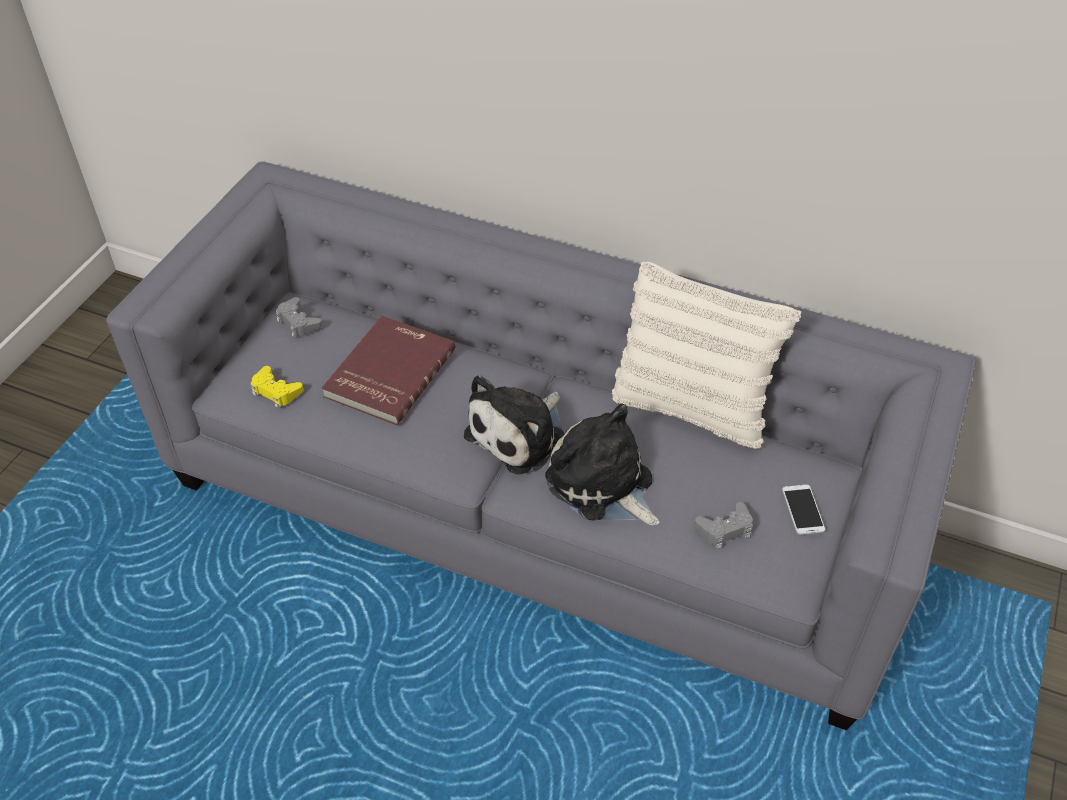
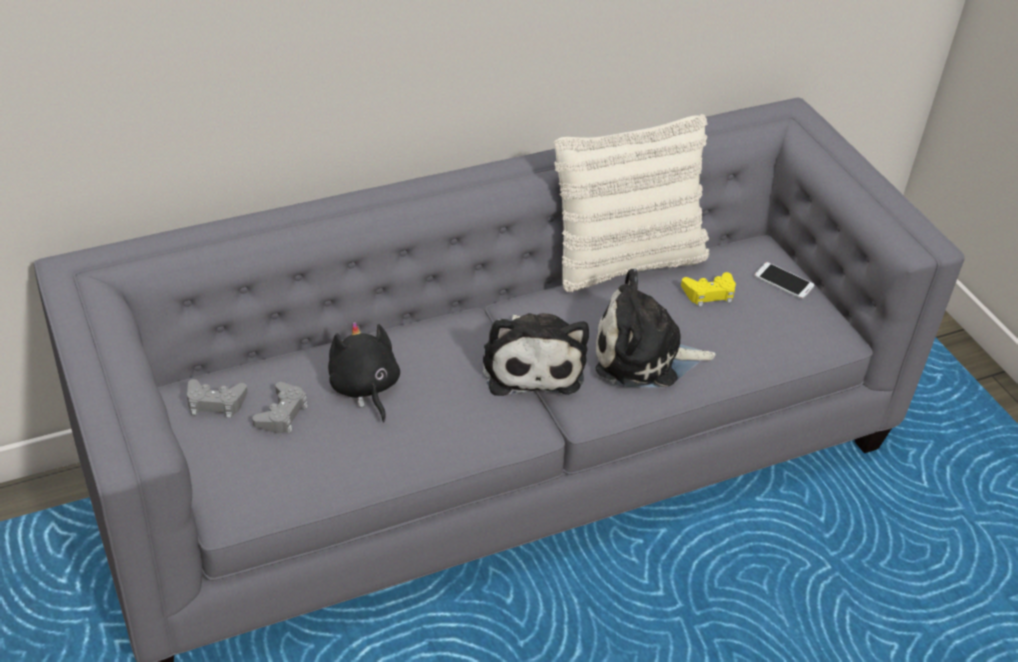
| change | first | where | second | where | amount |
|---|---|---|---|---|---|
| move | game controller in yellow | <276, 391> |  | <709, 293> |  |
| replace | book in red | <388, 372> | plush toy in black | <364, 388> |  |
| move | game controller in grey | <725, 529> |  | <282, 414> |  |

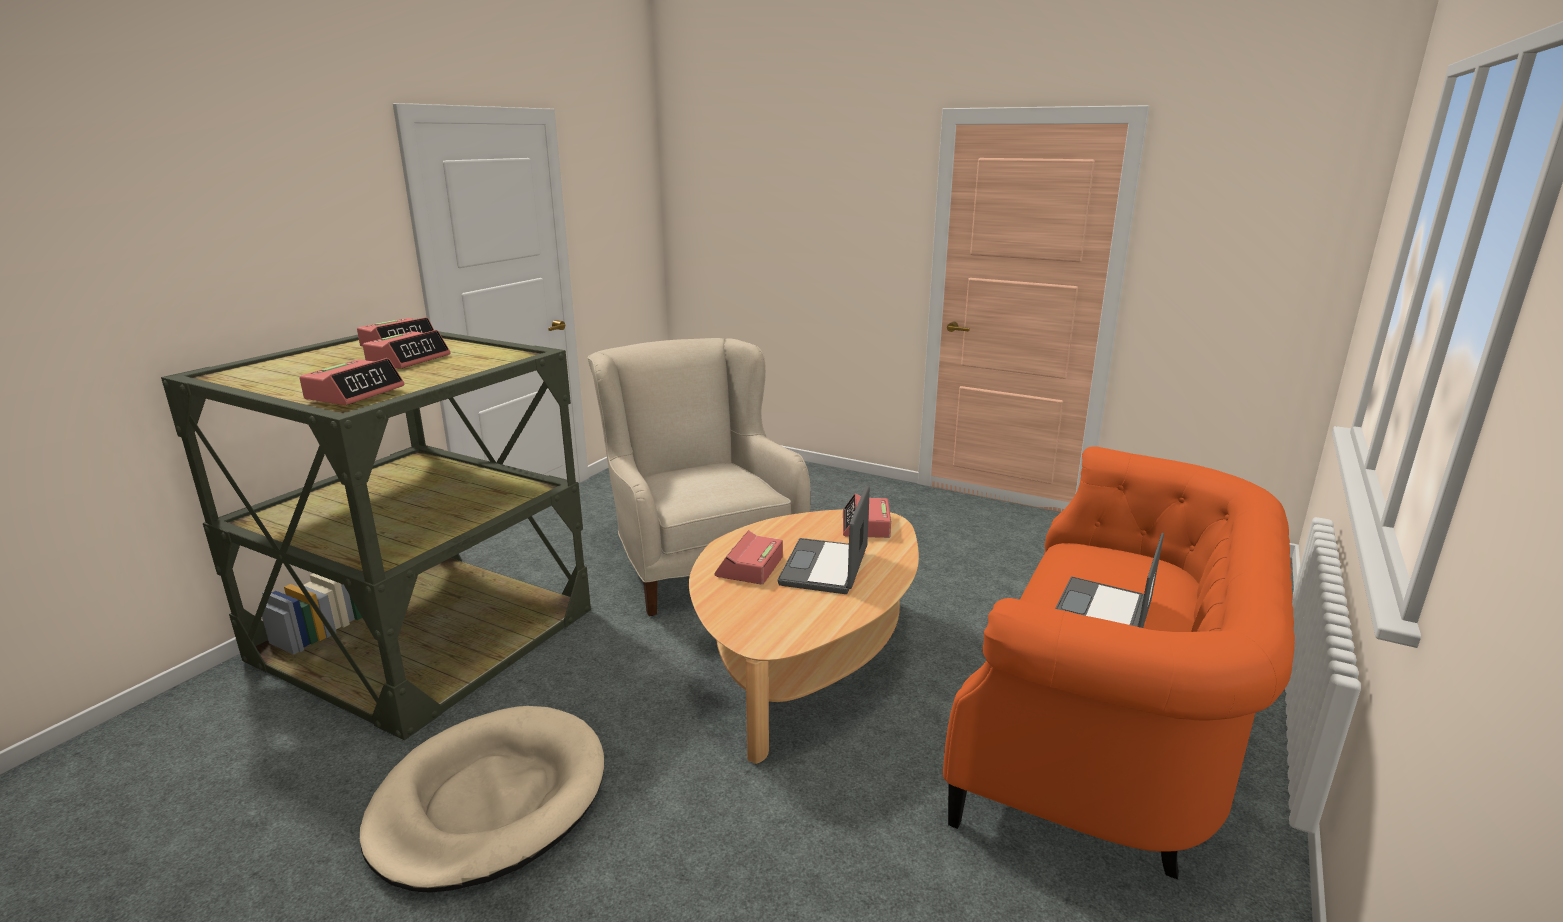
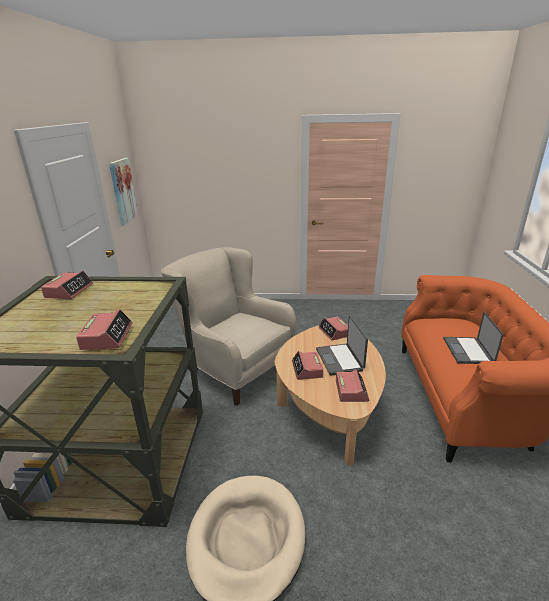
| change | first | where | second | where | amount |
|---|---|---|---|---|---|
| move | alarm clock | <409, 359> |  | <351, 390> |  |
| insert |  |  | picture | <122, 191> |  |

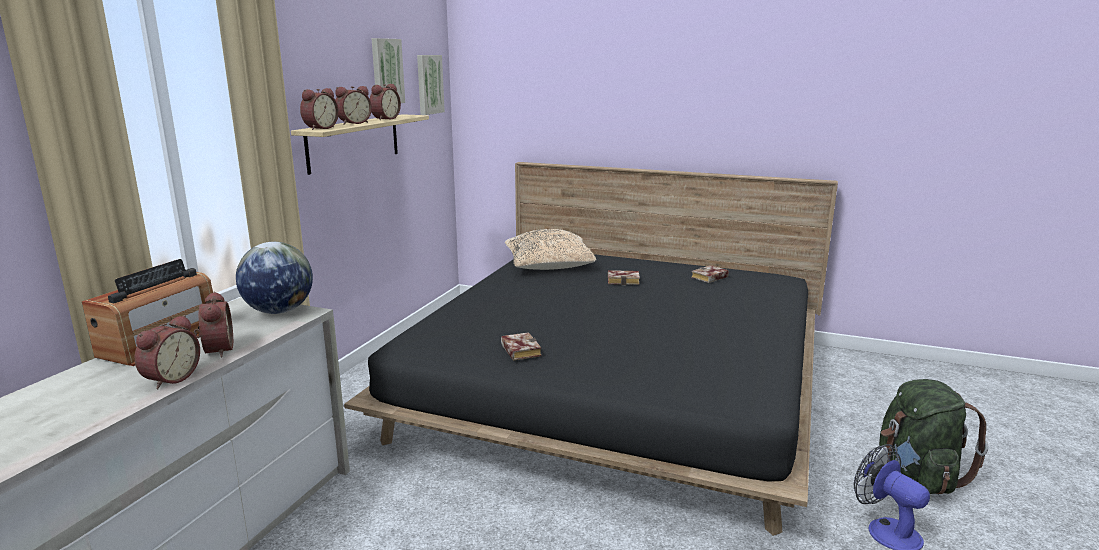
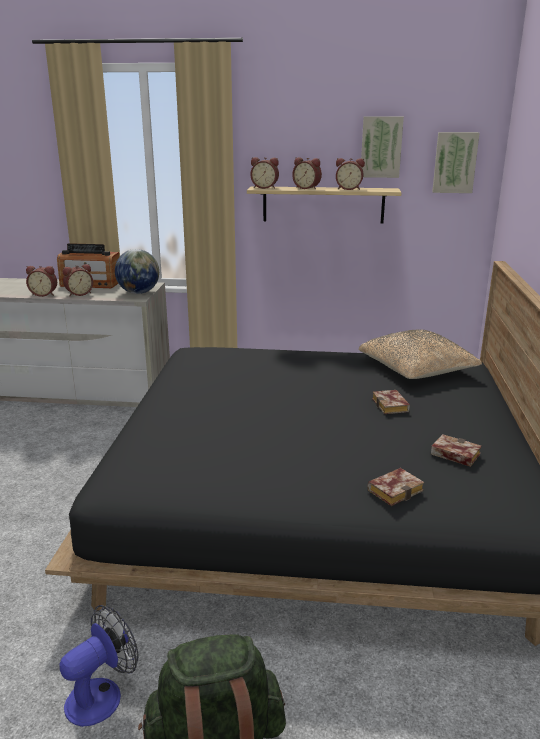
| change | first | where | second | where | amount |
|---|---|---|---|---|---|
| move | book | <519, 350> |  | <395, 489> |  |

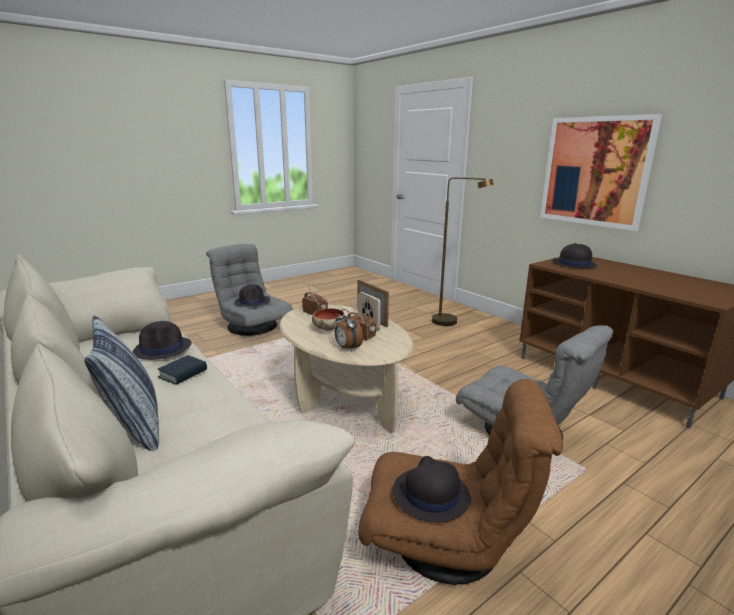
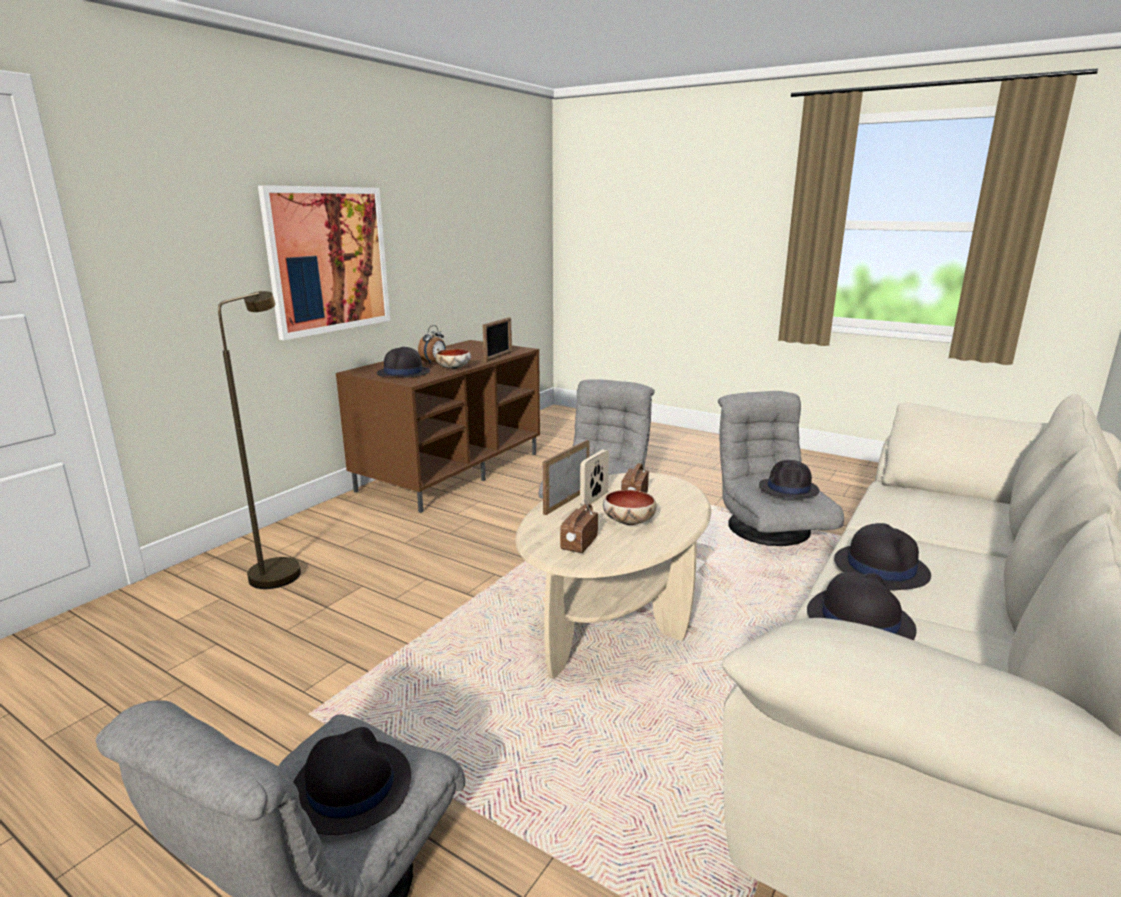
| change | first | where | second | where | amount |
|---|---|---|---|---|---|
| delete | pillow | <134, 426> |  |  |  |
| replace | book | <183, 374> | hat in black | <880, 567> |  |
| move | alarm clock | <347, 348> |  | <434, 363> |  |
| recolor | armchair in brown | <444, 542> | armchair in grey | <771, 529> |  |
| insert |  |  | bowl | <454, 368> |  |
| insert |  |  | picture frame | <498, 357> |  |

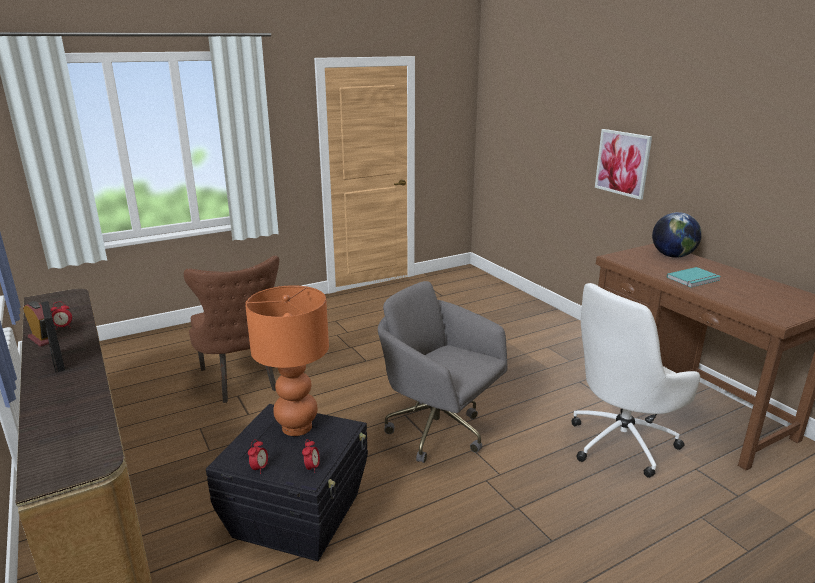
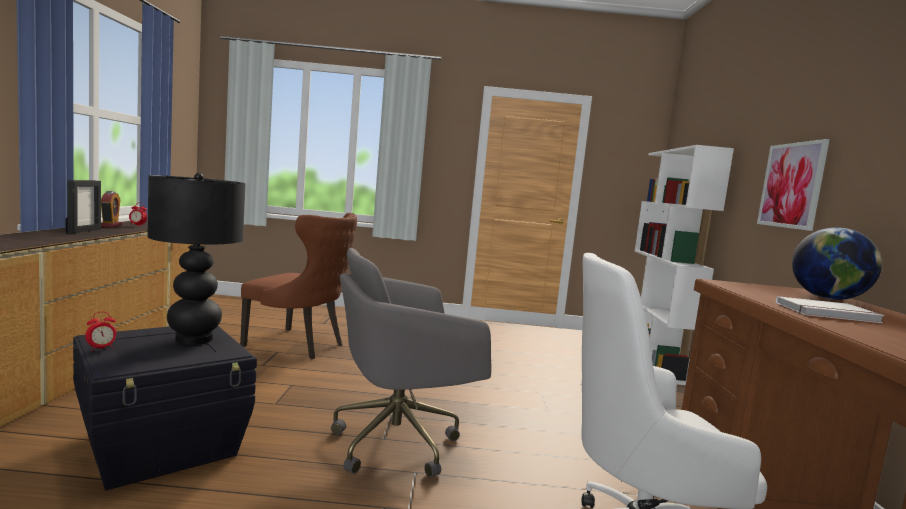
| change | first | where | second | where | amount |
|---|---|---|---|---|---|
| rotate | chair in brown | <243, 380> |  | <299, 345> | 75 degrees counterclockwise |
| recolor | table lamp in orange | <297, 427> | table lamp in black | <193, 339> |  |
| delete | alarm clock | <312, 468> |  |  |  |
| rotate | office chair in grey | <440, 434> |  | <401, 444> | 90 degrees counterclockwise |
| recolor | book in turquoise | <694, 279> | book in white | <828, 313> |  |
| insert |  |  | bookcase in white | <654, 363> |  |

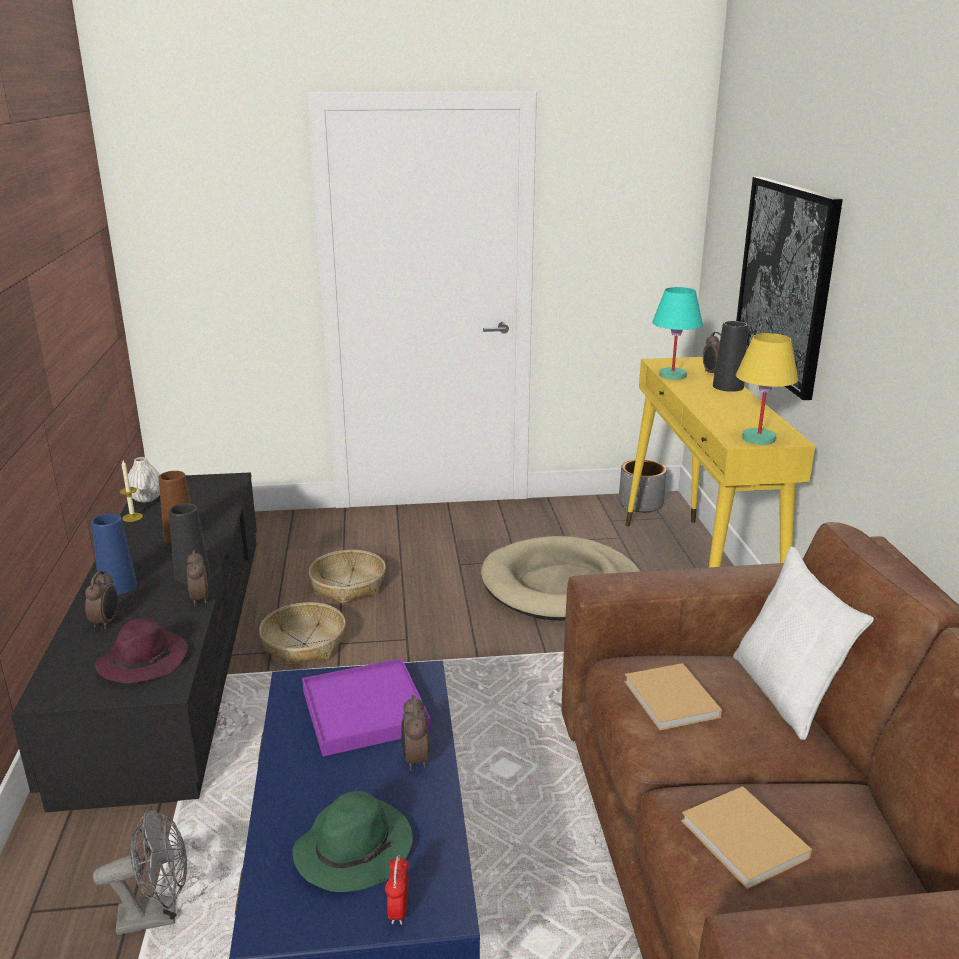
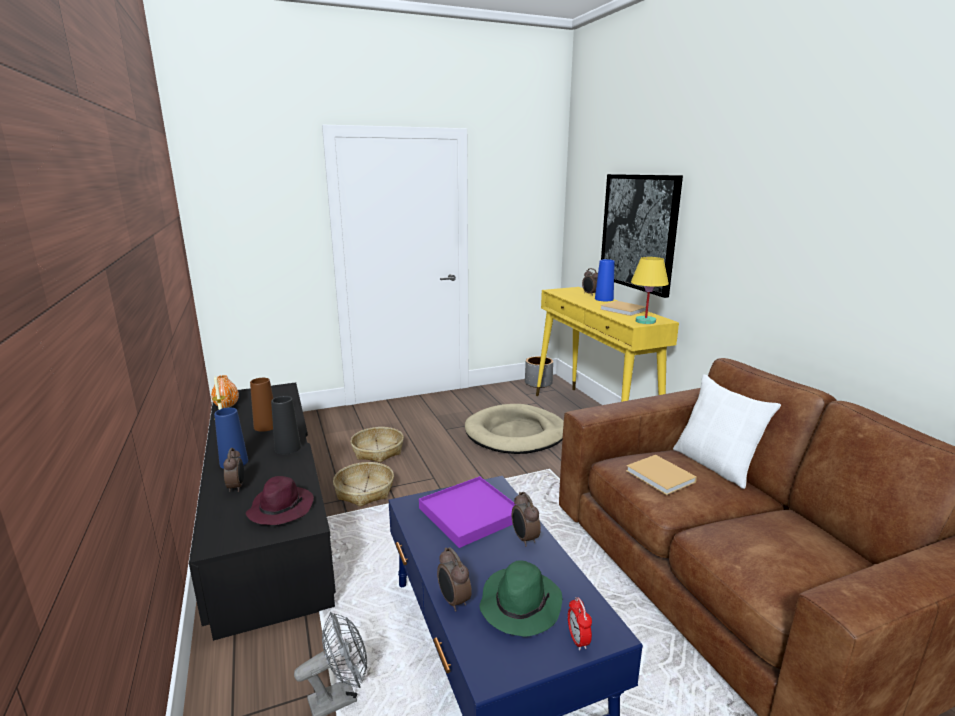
| change | first | where | second | where | amount |
|---|---|---|---|---|---|
| recolor | vase in white | <147, 498> | vase in orange | <226, 405> |  |
| move | alarm clock | <199, 599> |  | <453, 601> |  |
| delete | table lamp in turquoise | <673, 375> |  |  |  |
| move | book in beige | <746, 841> |  | <624, 310> |  |
| recolor | vase in black | <728, 386> | vase in blue | <604, 299> |  |

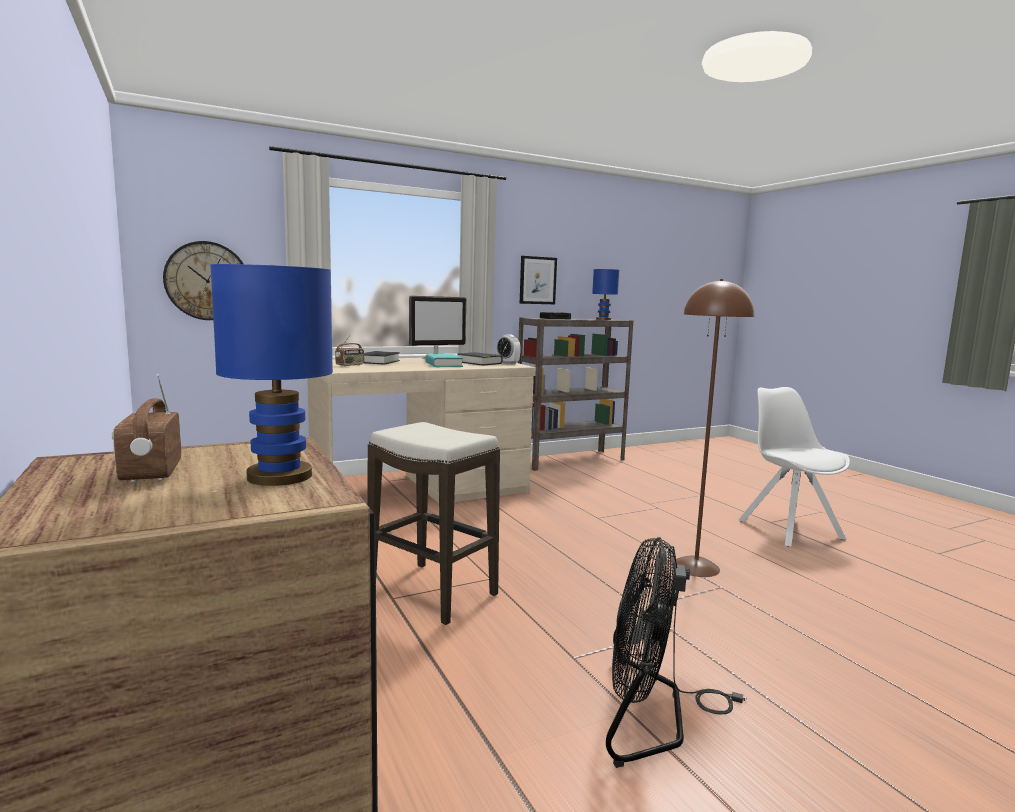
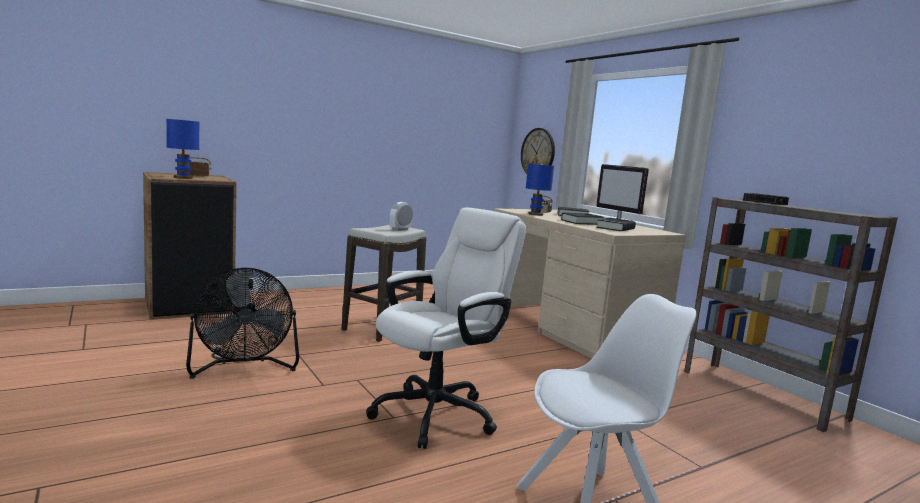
| change | first | where | second | where | amount |
|---|---|---|---|---|---|
| recolor | book in turquoise | <443, 364> | book in black | <581, 222> |  |
| move | alarm clock | <508, 363> |  | <400, 229> |  |
| delete | picture | <537, 280> |  |  |  |
| move | table lamp in blue | <603, 319> |  | <536, 214> |  |
| rotate | fan in black | <653, 709> |  | <240, 367> | 150 degrees clockwise |
| replace | floor lamp in brown | <695, 566> | office chair in white | <438, 414> |  |

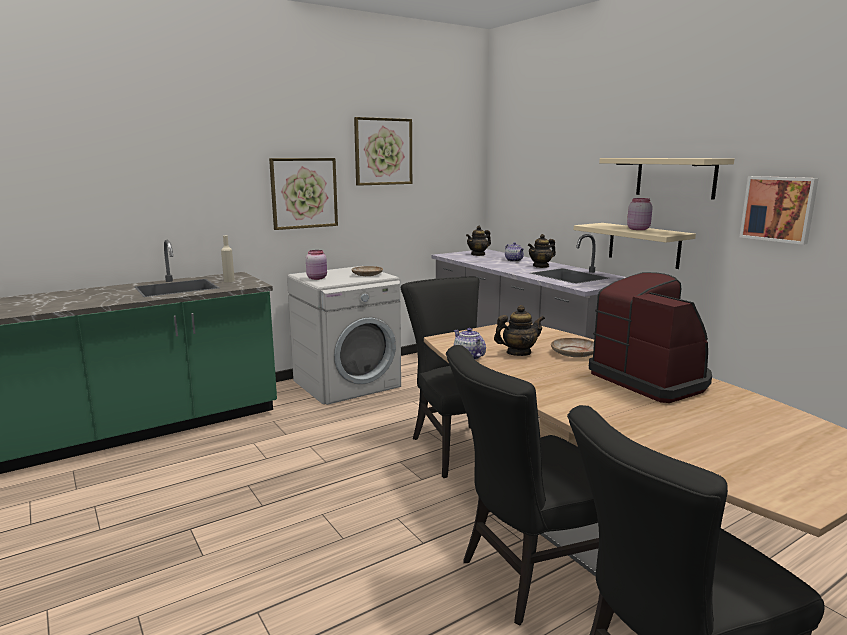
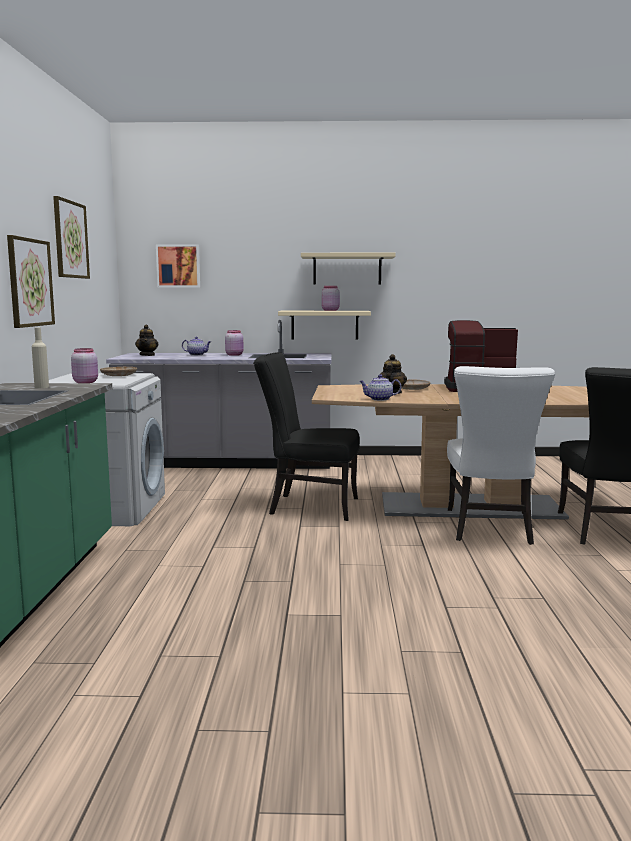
| change | first | where | second | where | amount |
|---|---|---|---|---|---|
| recolor | chair in black | <530, 575> | chair in white | <490, 530> |  |
| replace | teapot | <541, 266> | jar in pink | <235, 355> |  |
| move | picture | <779, 209> |  | <178, 266> |  |

